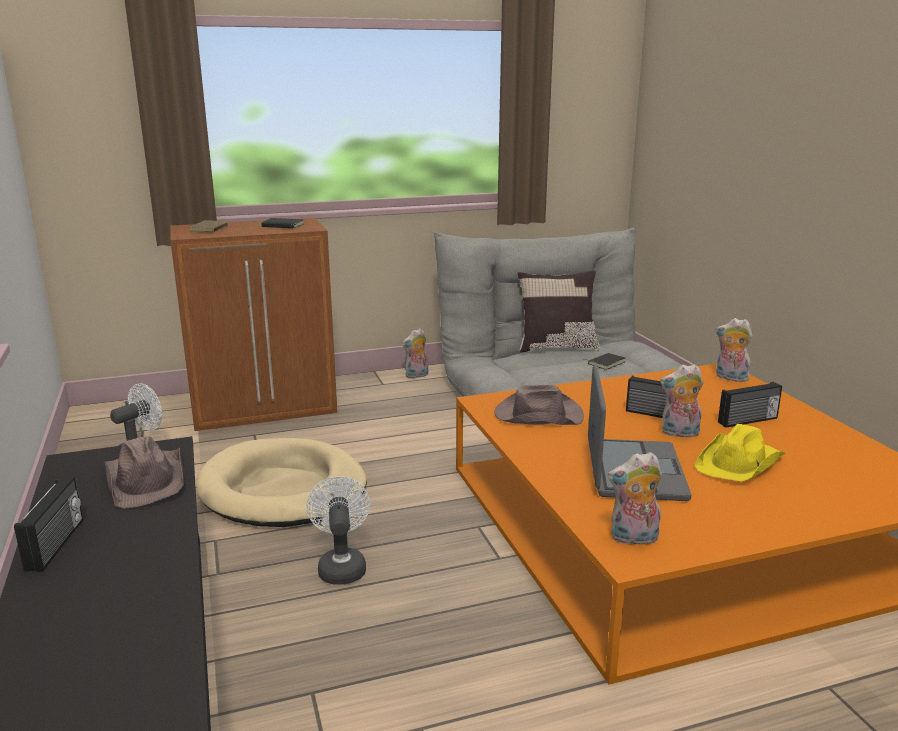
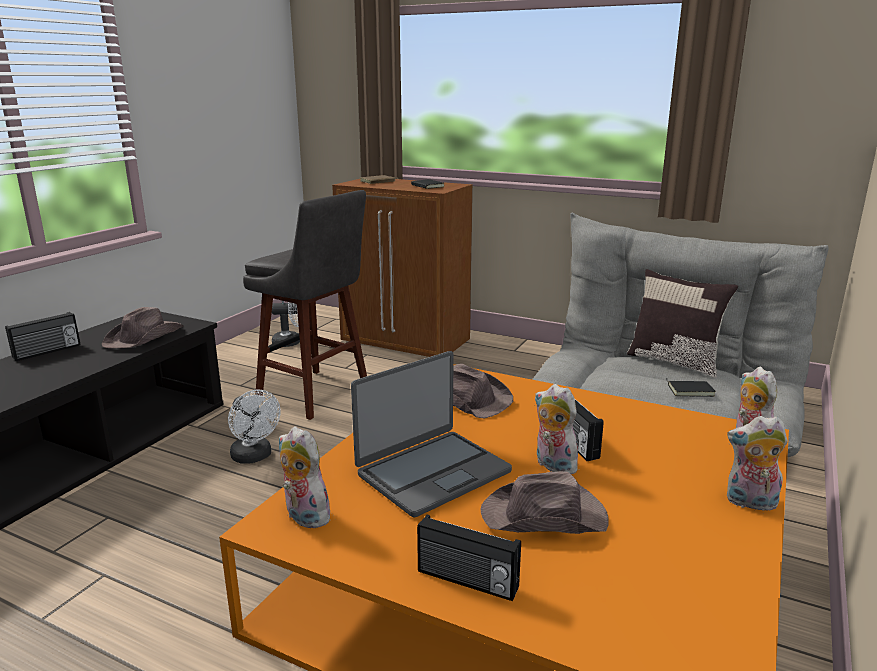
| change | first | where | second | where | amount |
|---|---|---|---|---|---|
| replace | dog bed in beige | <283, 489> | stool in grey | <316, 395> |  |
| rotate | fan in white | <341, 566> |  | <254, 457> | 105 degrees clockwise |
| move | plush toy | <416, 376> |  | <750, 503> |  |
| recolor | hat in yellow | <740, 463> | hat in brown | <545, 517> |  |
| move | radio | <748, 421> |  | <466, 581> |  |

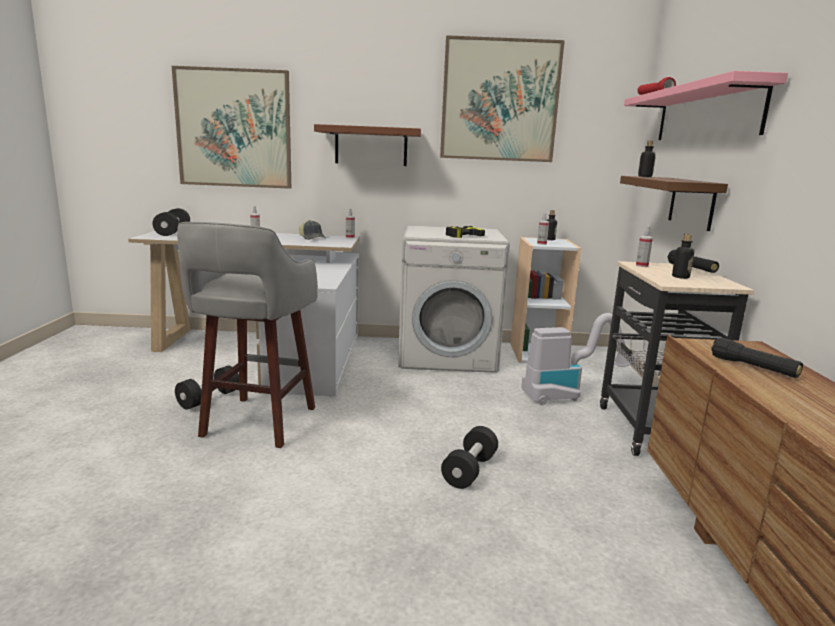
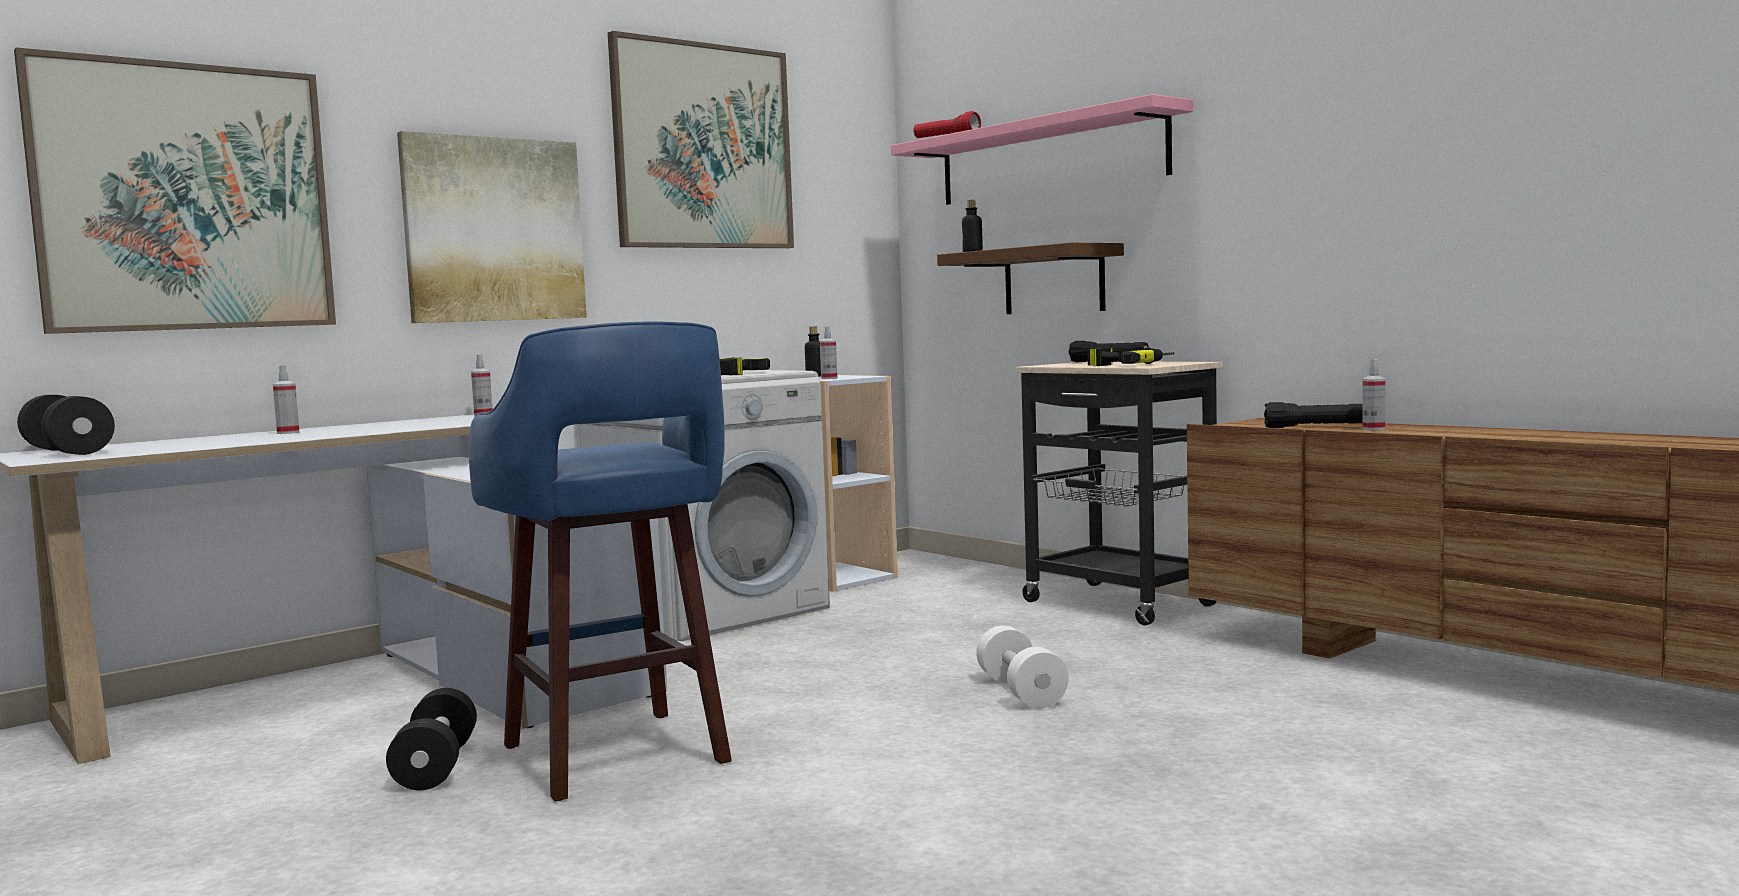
| change | first | where | second | where | amount |
|---|---|---|---|---|---|
| recolor | stool in grey | <257, 424> | stool in blue | <617, 758> |  |
| delete | cap | <312, 238> |  |  |  |
| replace | shelf in brown | <371, 146> | picture | <494, 230> |  |
| recolor | dumbbell in black | <469, 470> | dumbbell in white | <1021, 692> |  |
| delete | vacuum cleaner | <568, 394> |  |  |  |
| move | spray bottle | <642, 265> |  | <1373, 429> |  |
| replace | bottle | <680, 277> | power drill | <1131, 364> |  |

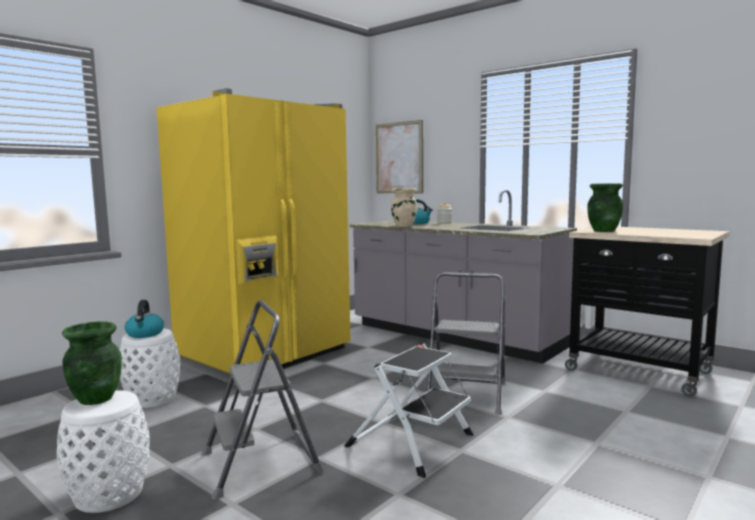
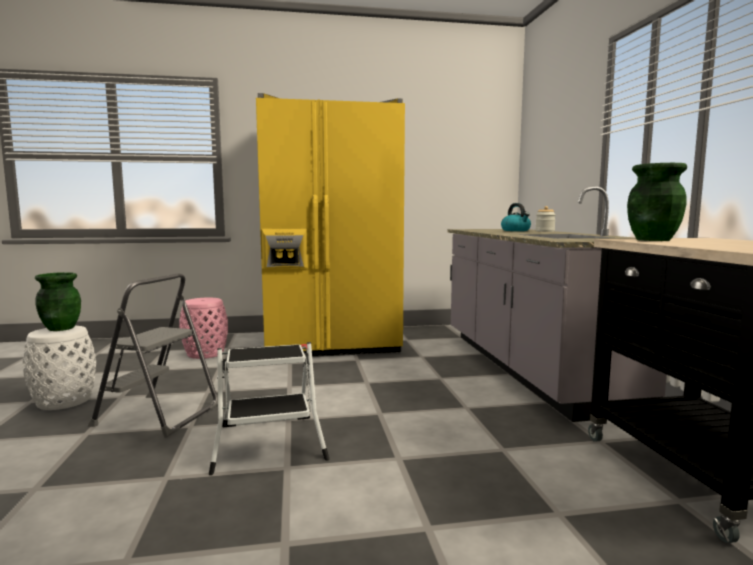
| change | first | where | second | where | amount |
|---|---|---|---|---|---|
| recolor | stool in white | <152, 399> | stool in pink | <205, 354> |  |
| delete | kettle | <145, 334> |  |  |  |
| delete | picture | <399, 158> |  |  |  |
| delete | vase in beige | <403, 226> |  |  |  |
| delete | step ladder in grey | <468, 393> |  |  |  |

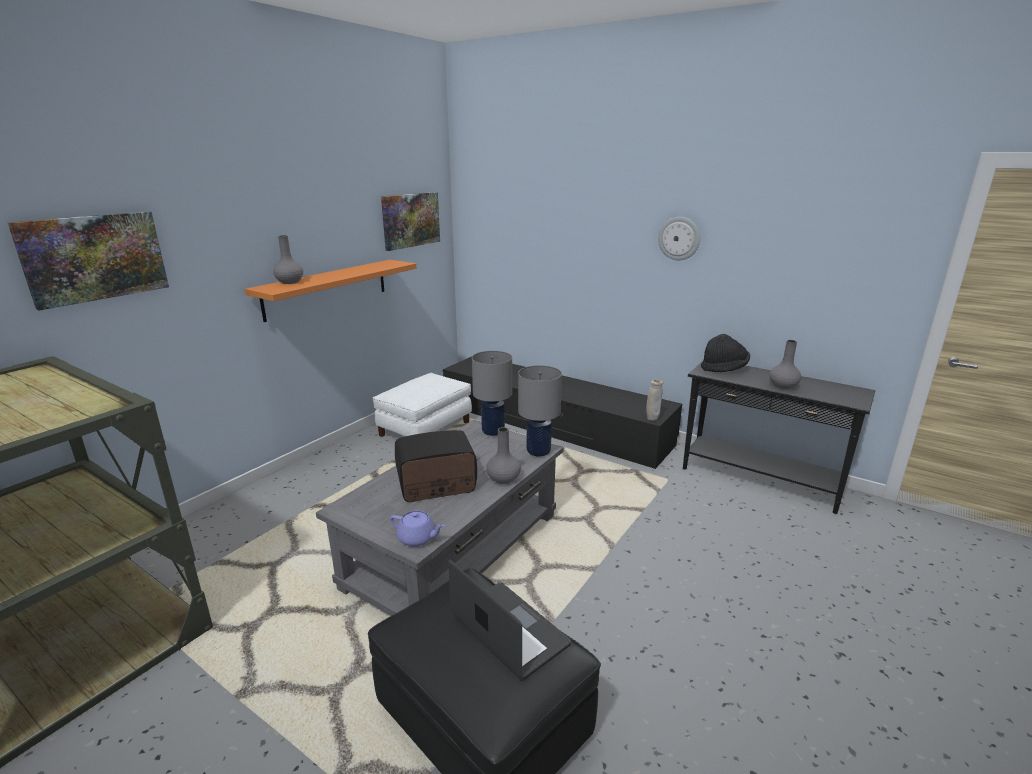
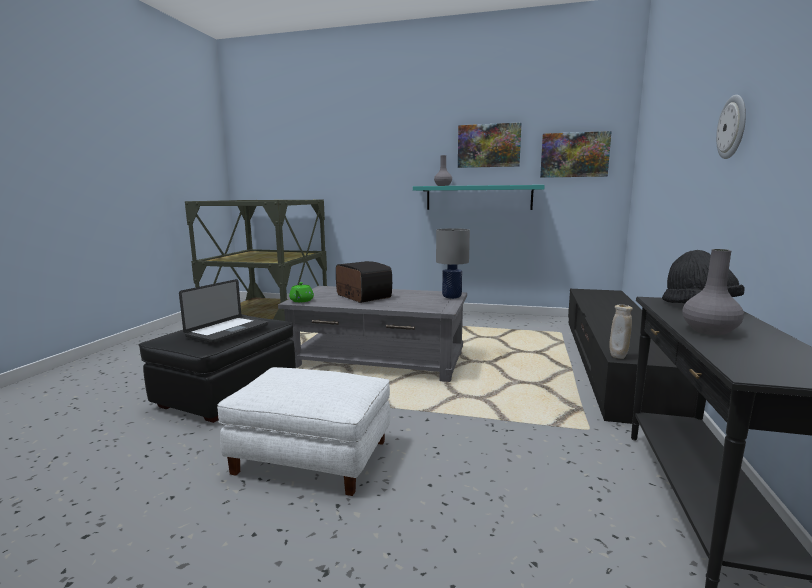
| change | first | where | second | where | amount |
|---|---|---|---|---|---|
| move | picture | <94, 257> |  | <488, 146> |  |
| recolor | shelf in orange | <327, 288> | shelf in turquoise | <478, 198> |  |
| move | ottoman in white | <425, 429> |  | <310, 457> |  |
| recolor | teapot in purple | <417, 538> | teapot in green | <301, 301> |  |
| delete | vase in grey | <504, 479> |  |  |  |
| delete | table lamp in grey | <538, 453> |  |  |  |

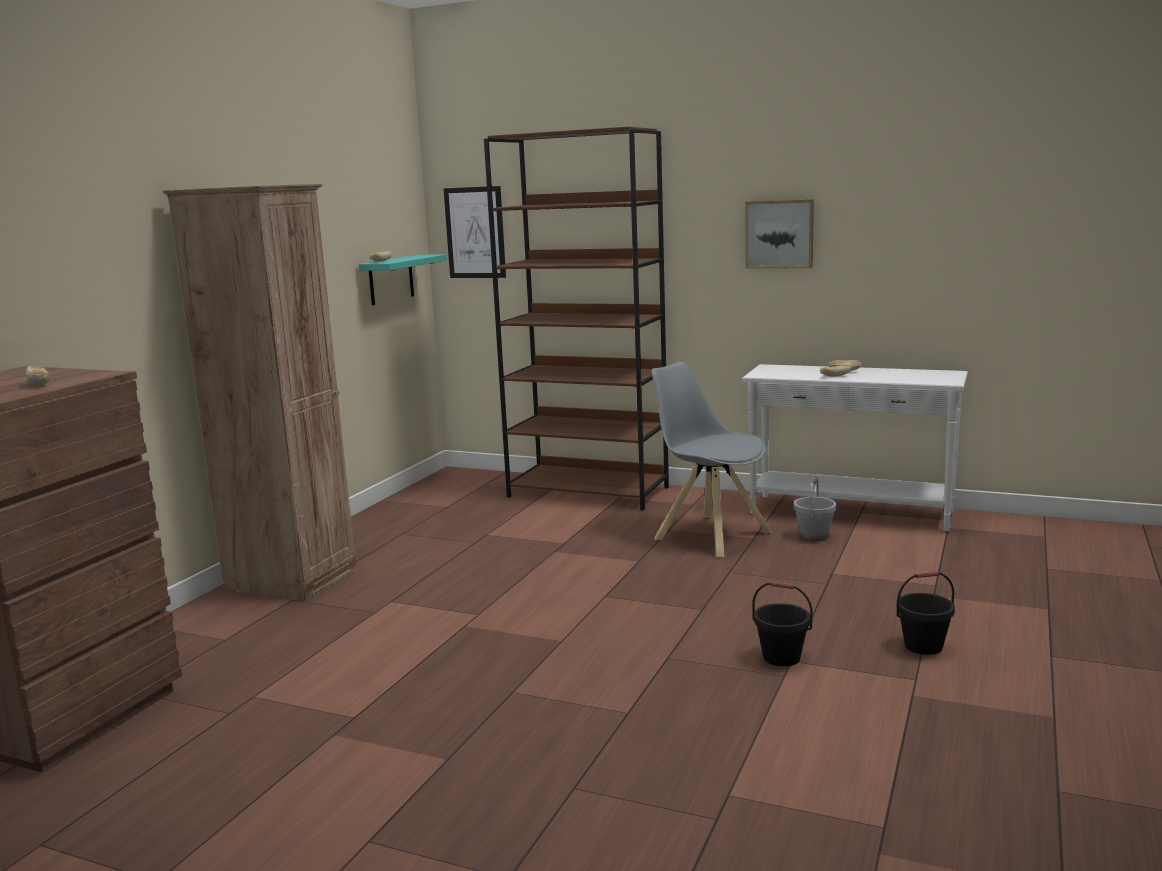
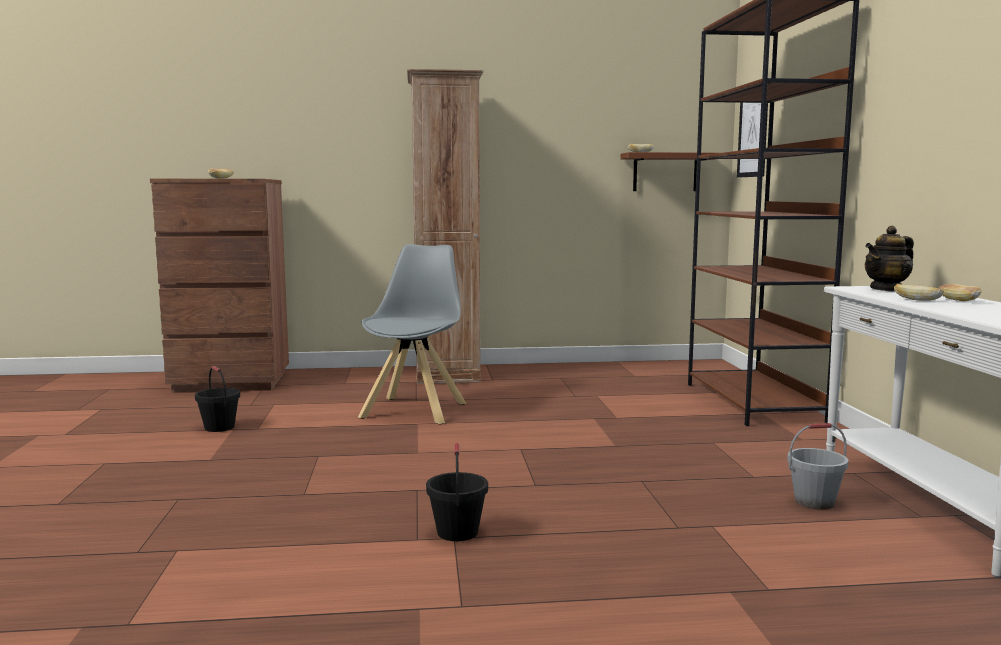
| change | first | where | second | where | amount |
|---|---|---|---|---|---|
| recolor | shelf in turquoise | <391, 280> | shelf in brown | <665, 172> |  |
| move | chair in grey | <710, 535> |  | <415, 409> |  |
| delete | picture | <779, 234> |  |  |  |
| move | bucket in black | <923, 646> |  | <220, 427> |  |
| insert |  |  | teapot | <887, 289> |  |

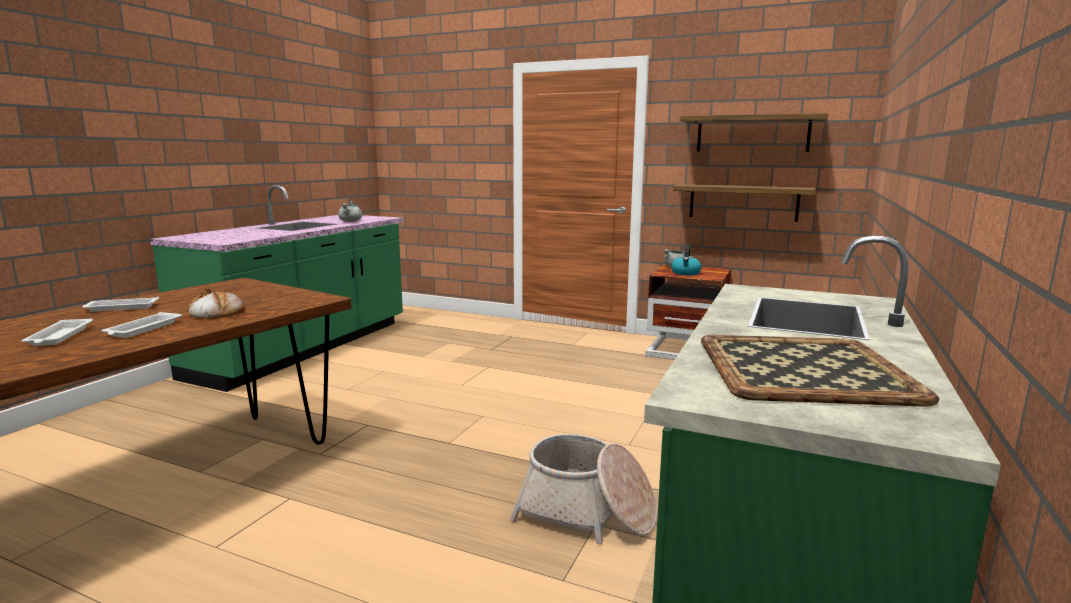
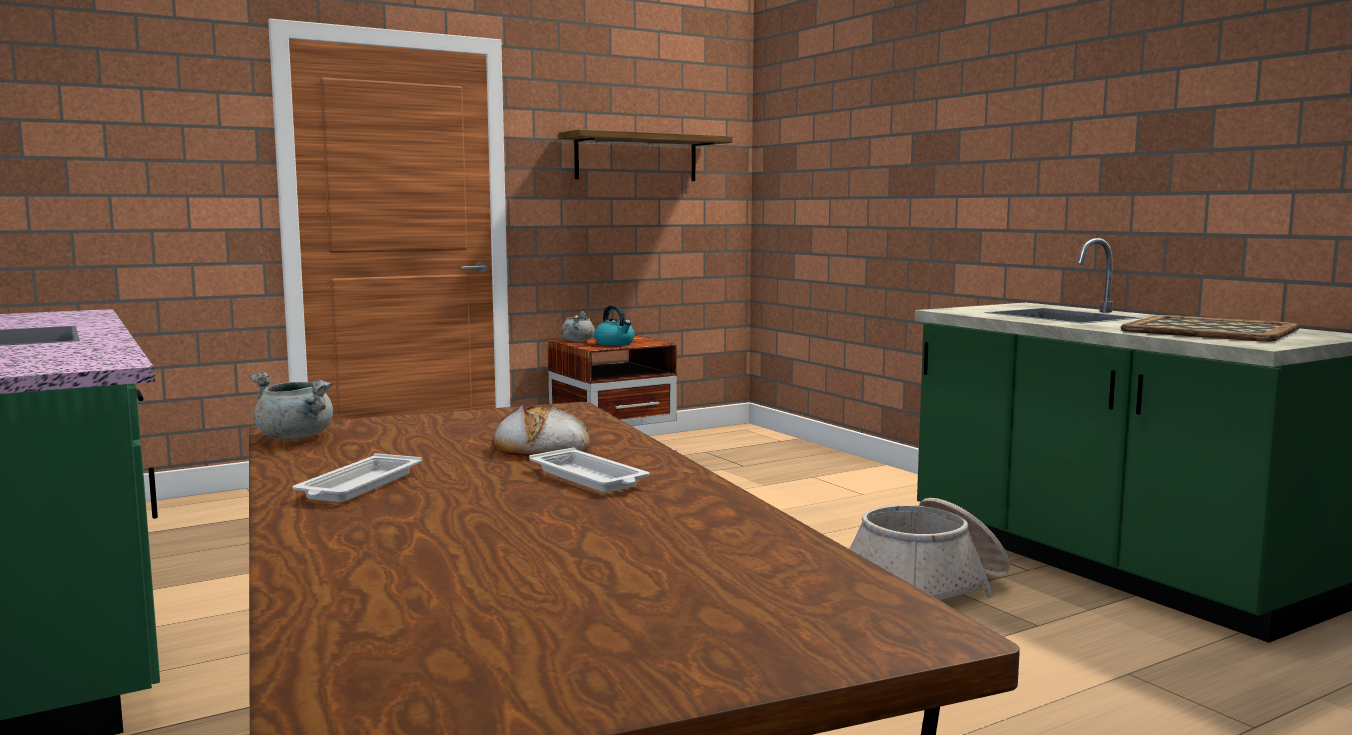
| change | first | where | second | where | amount |
|---|---|---|---|---|---|
| delete | tray in white | <59, 337> |  |  |  |
| move | cooking pot in grey | <350, 221> |  | <296, 437> |  |
| delete | shelf | <743, 202> |  |  |  |

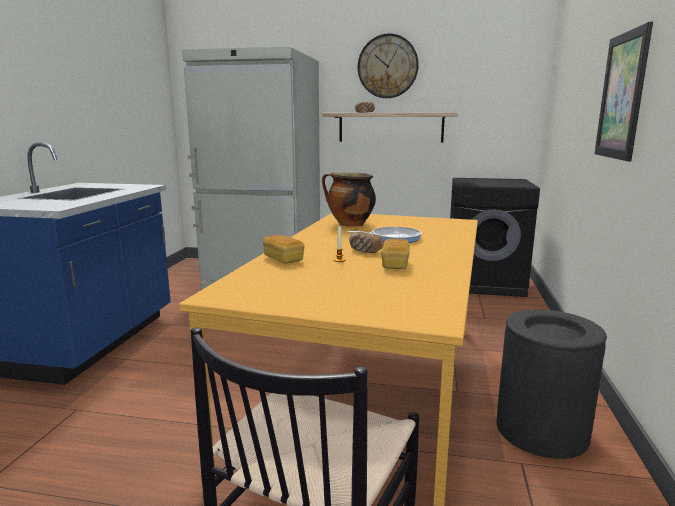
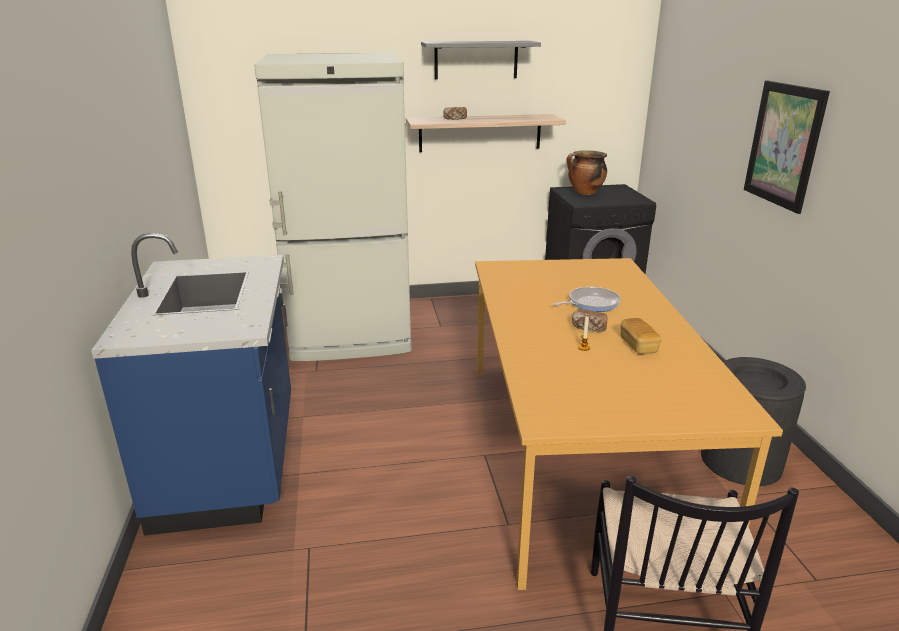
| change | first | where | second | where | amount |
|---|---|---|---|---|---|
| delete | bread | <283, 259> |  |  |  |
| move | cooking pot | <349, 224> |  | <585, 193> |  |
| replace | wall clock | <387, 66> | shelf in grey | <476, 60> |  |

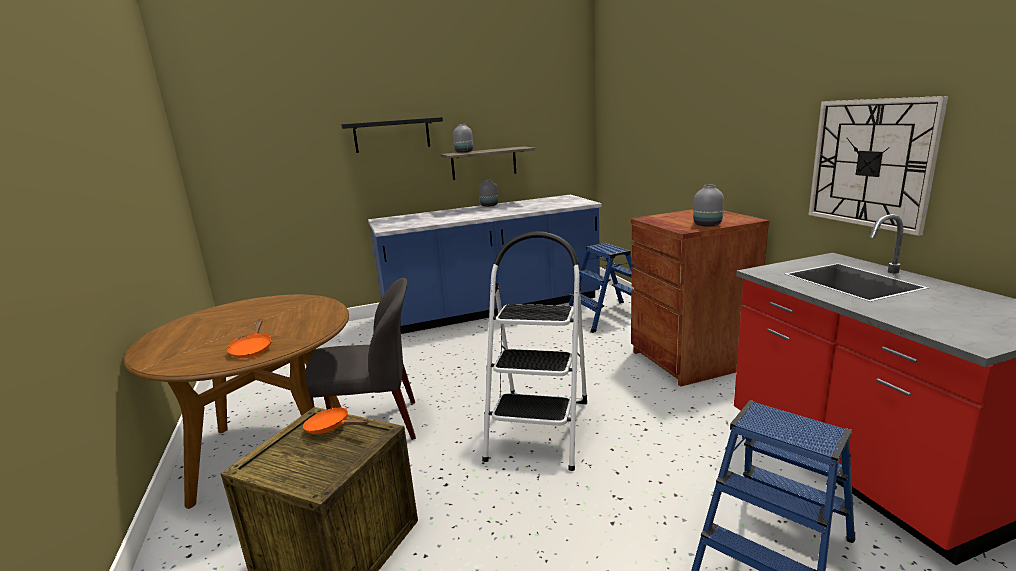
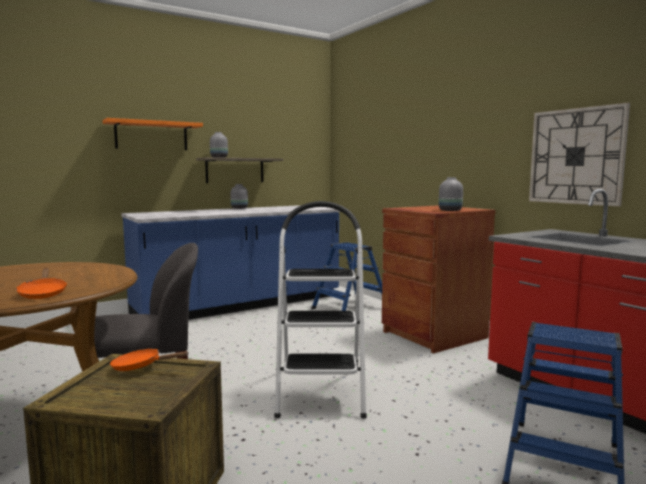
| change | first | where | second | where | amount |
|---|---|---|---|---|---|
| recolor | shelf in black | <392, 135> | shelf in orange | <151, 135> |  |

